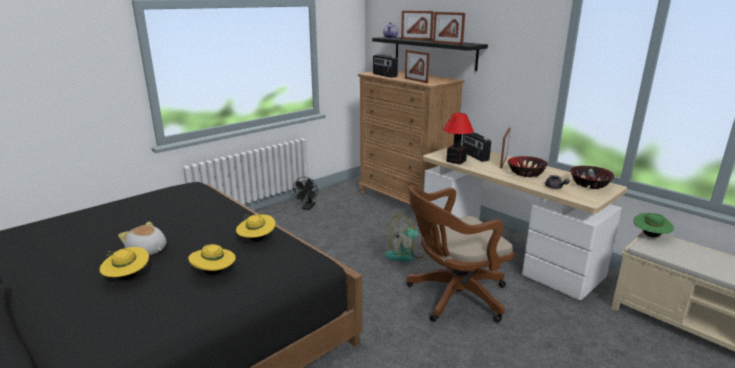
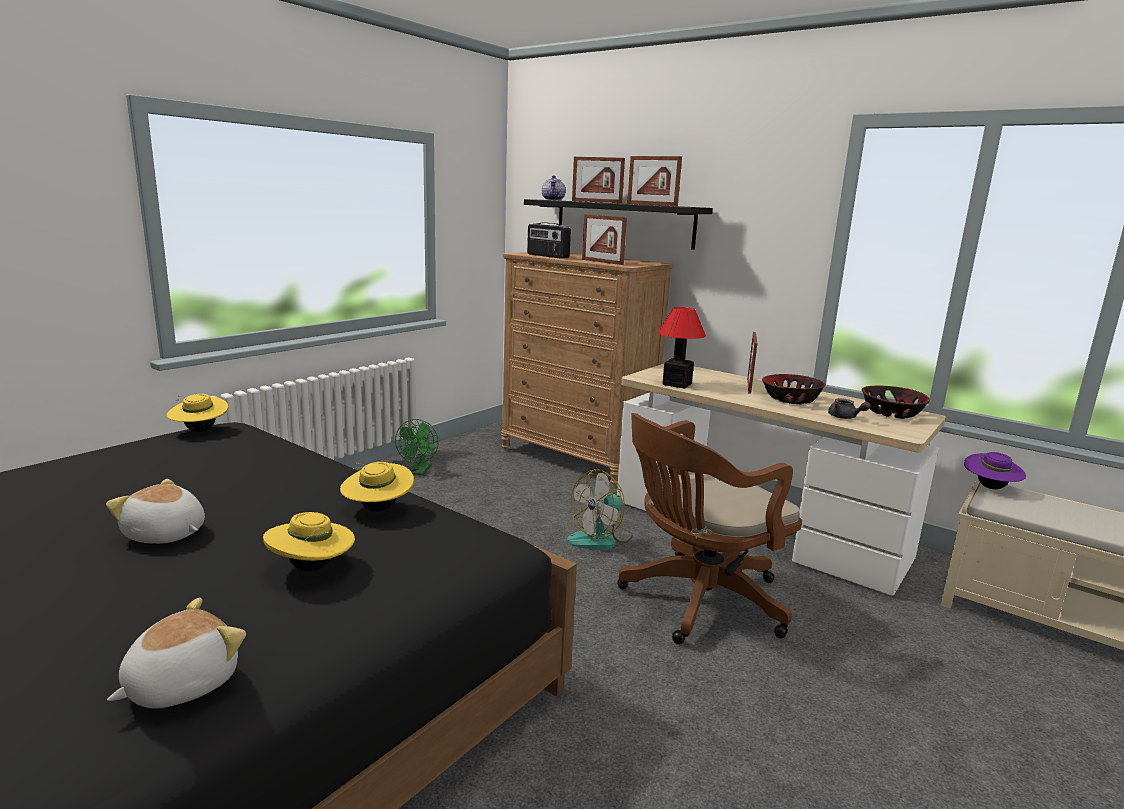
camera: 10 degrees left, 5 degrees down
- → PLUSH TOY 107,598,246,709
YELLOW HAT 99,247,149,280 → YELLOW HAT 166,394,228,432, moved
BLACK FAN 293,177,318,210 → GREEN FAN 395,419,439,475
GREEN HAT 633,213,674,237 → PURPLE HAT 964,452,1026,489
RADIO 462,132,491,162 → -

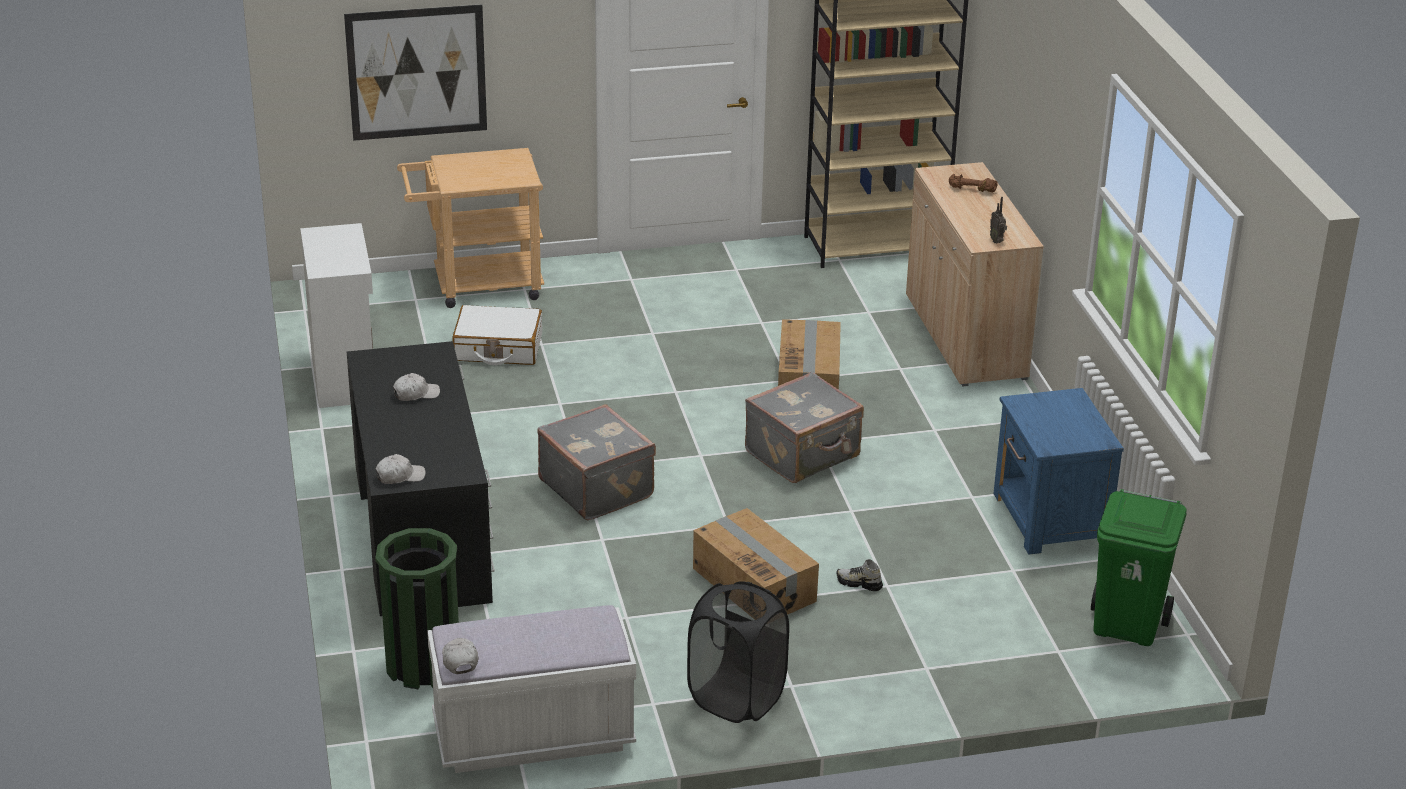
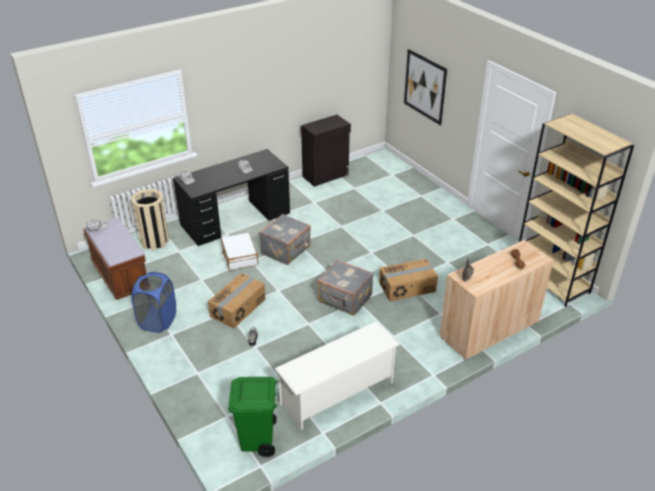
camera: 70 degrees right, 5 degrees up
WHITE BENCH 427,605,636,773 → BROWN BENCH 83,218,147,300
GREEN TRASH CAN 375,528,459,689 → BEIGE TRASH CAN 131,189,169,250
BLACK LAUNDRY BASKET 687,581,789,723 → BLUE LAUNDRY BASKET 132,272,176,333
WHITE SUITCASE 452,305,542,365 → WHITE SUITCASE 221,232,258,270, moved
BLUE NIGHTSTAND 993,388,1124,555 → WHITE SHOE RACK 275,321,400,430
WHITE CABINET 300,223,373,408 → BLACK CABINET 301,115,351,187
BEIGE CART 397,148,544,308 → -

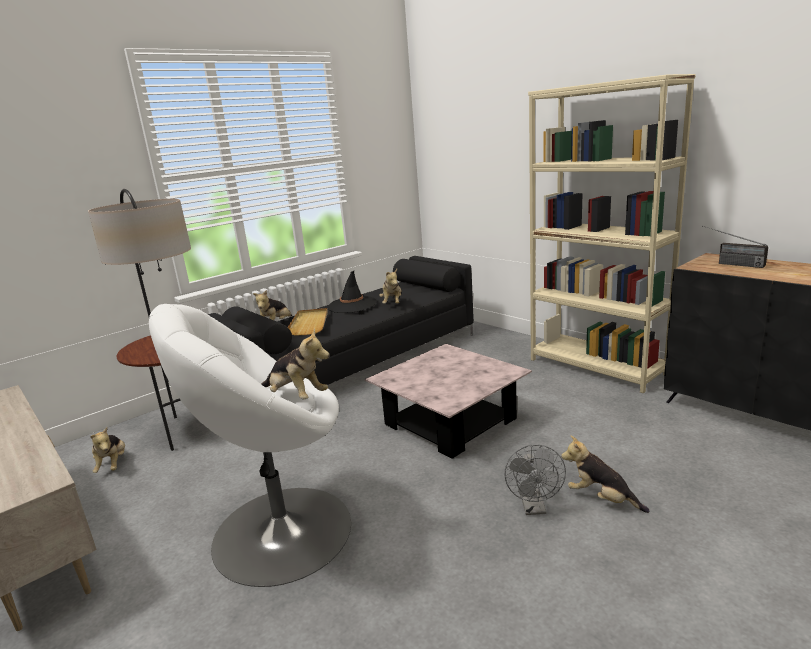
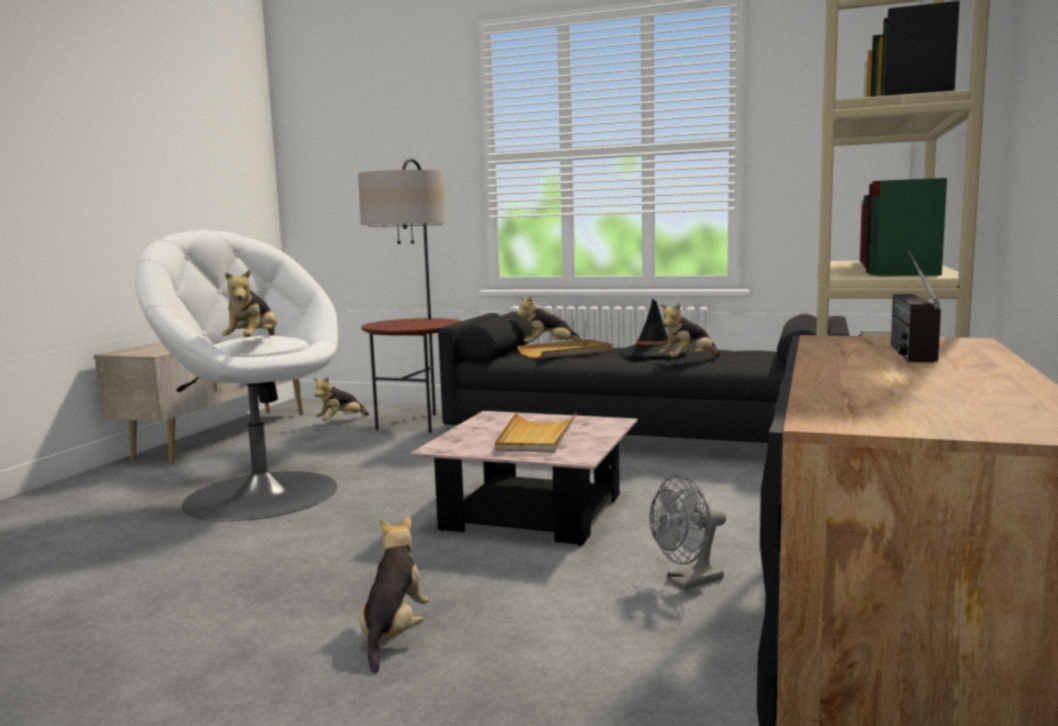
camera: 60 degrees right, 10 degrees down
- → BEIGE TRAY 495,412,576,453
GREY FAN 505,444,566,515 → GREY FAN 649,475,726,590, moved

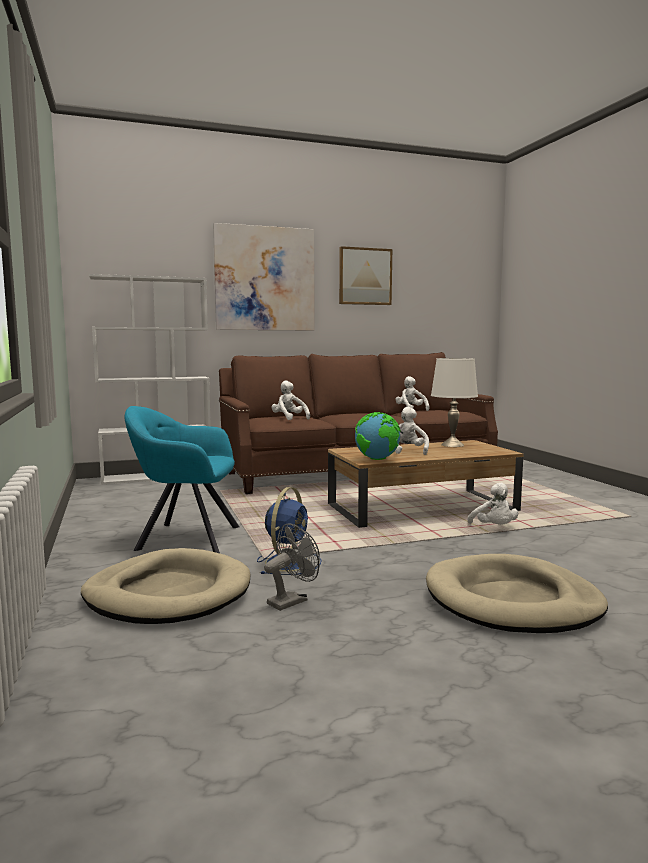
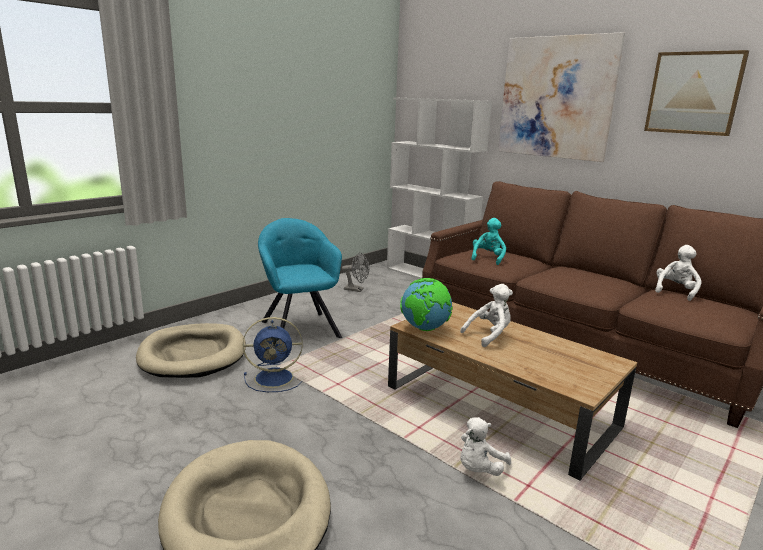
camera: 60 degrees right, 10 degrees up
GREY FAN 264,523,320,611 → GREY FAN 342,252,369,292, moved
WHITE PLUSH TOY 272,380,310,420 → TURQUOISE PLUSH TOY 471,218,506,265
WHITE TABLE LAMP 431,358,478,447 → -

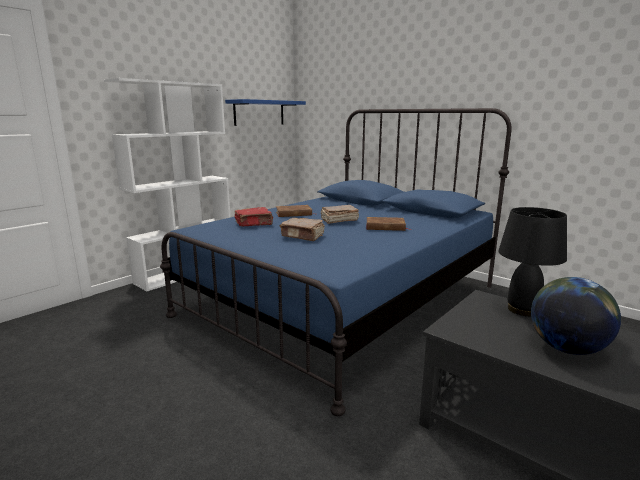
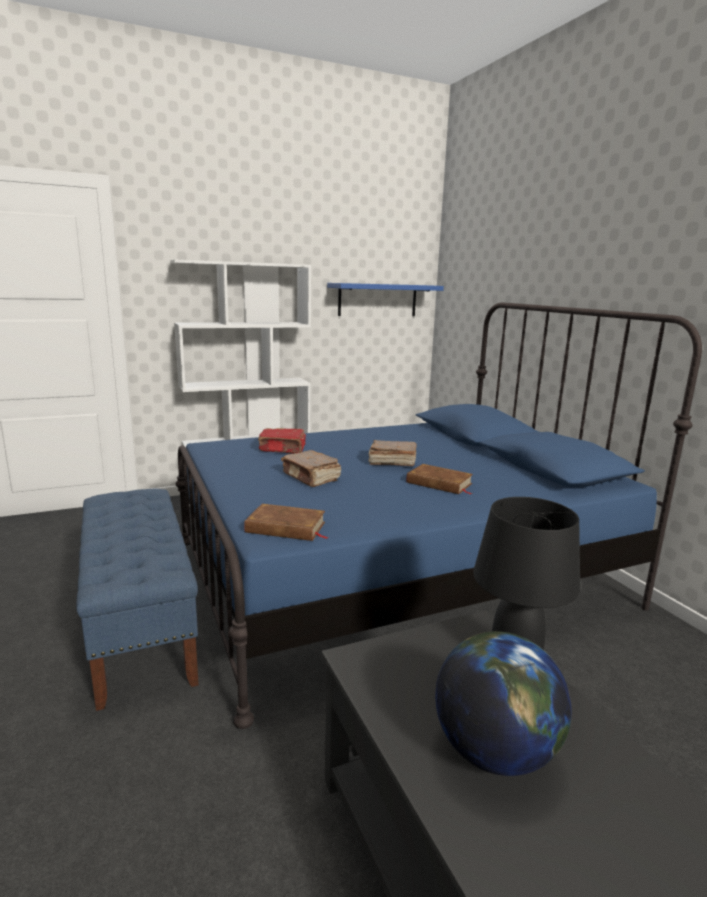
camera: 25 degrees right, 0 degrees up
- → BLUE BENCH 76,489,199,711
BROWN BOOK 276,205,313,217 → BROWN BOOK 244,504,329,541, moved

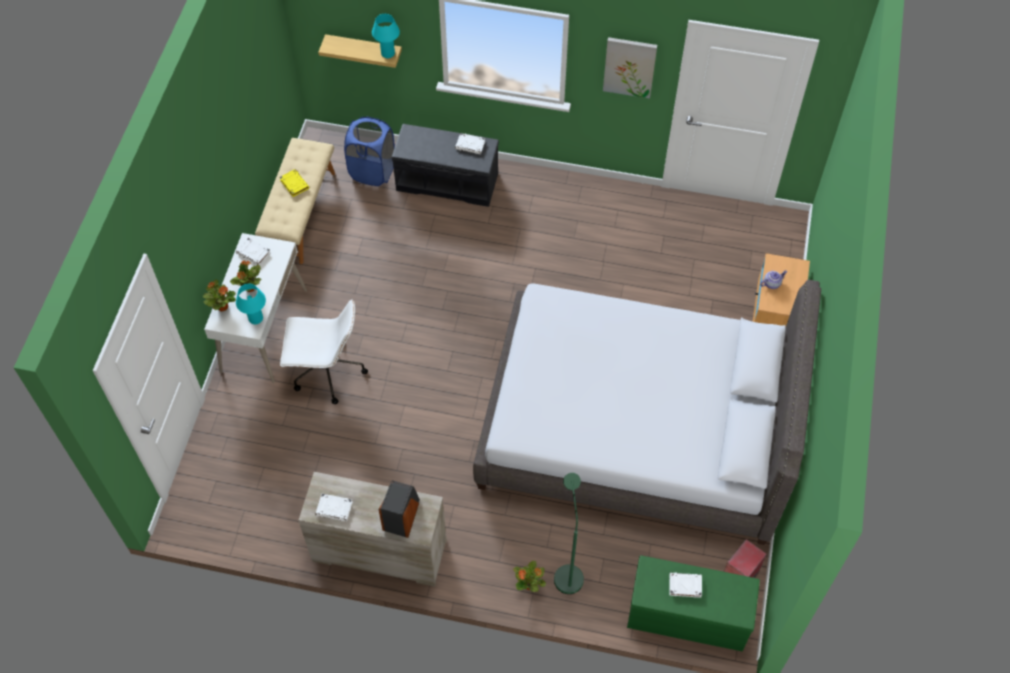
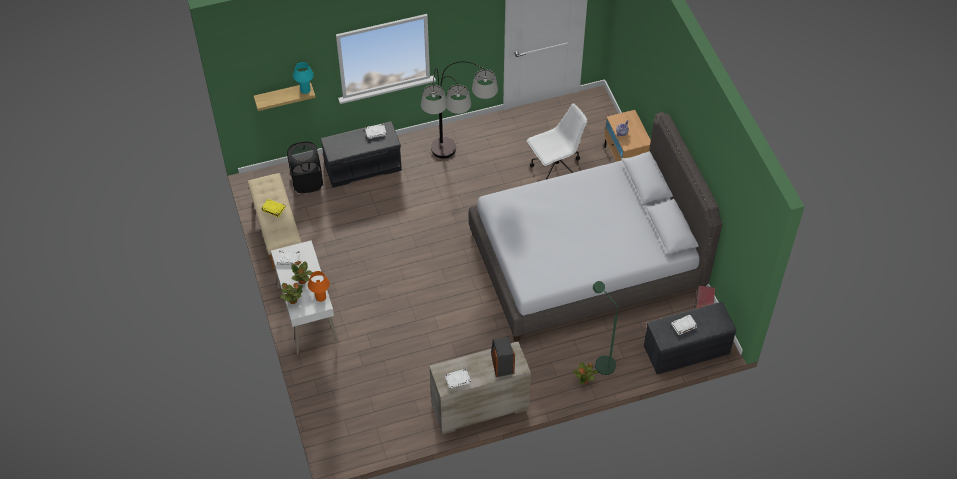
camera: 30 degrees left, 5 degrees down
BLUE LAUNDRY BASKET 344,116,395,186 → BLACK LAUNDRY BASKET 287,141,323,194
TURQUOISE TABLE LAMP 236,284,266,324 → ORANGE TABLE LAMP 308,271,330,302
- → FLOOR LAMP 421,61,498,158
WHITE OFFICE CHAIR 280,299,368,404 → WHITE OFFICE CHAIR 527,103,588,180, moved
GREEN BENCH 627,555,760,651 → GREY BENCH 644,302,736,375
PICTURE 603,37,657,99 → -

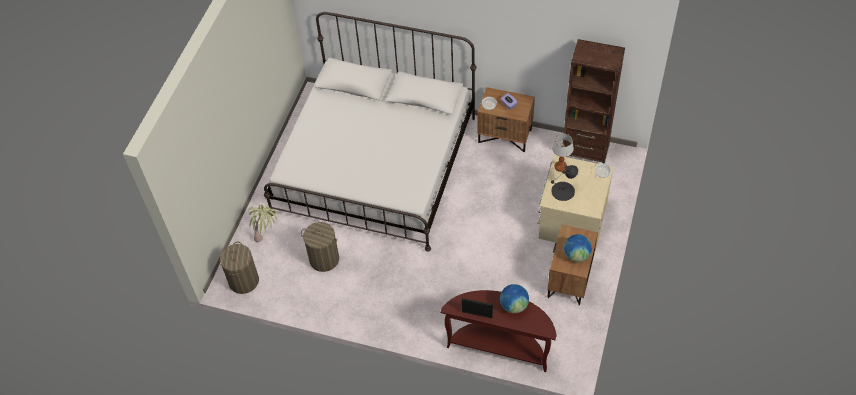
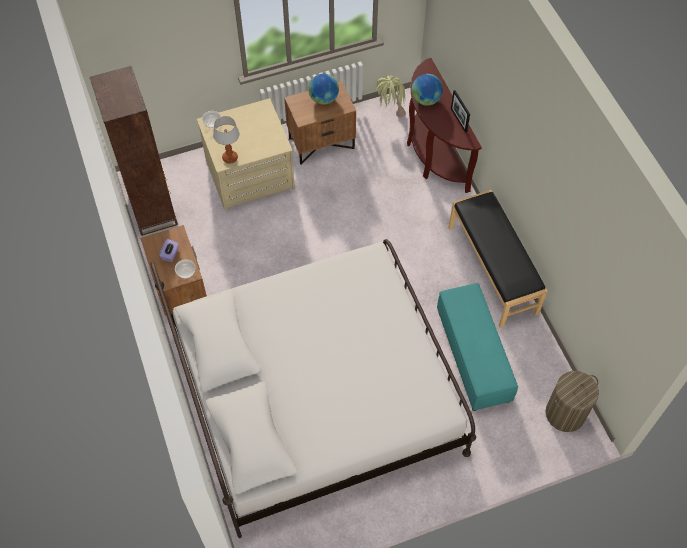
camera: 130 degrees left, 5 degrees up
POTTED PLANT 248,205,278,242 → POTTED PLANT 376,75,406,117, moved
LAUNDRY BASKET 301,222,339,272 → TURQUOISE OTTOMAN 437,283,518,411
- → BLACK BENCH 448,190,547,328
BLACK TABLE LAMP 551,165,578,201 → -

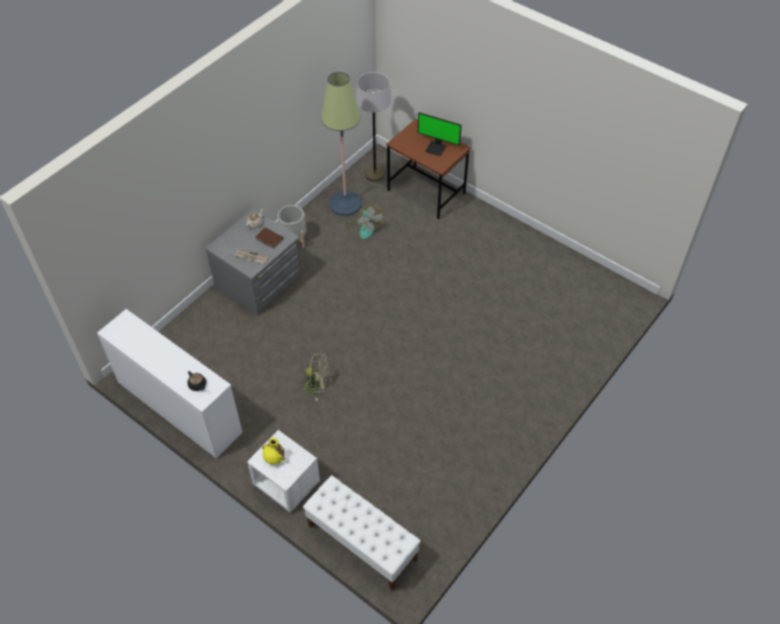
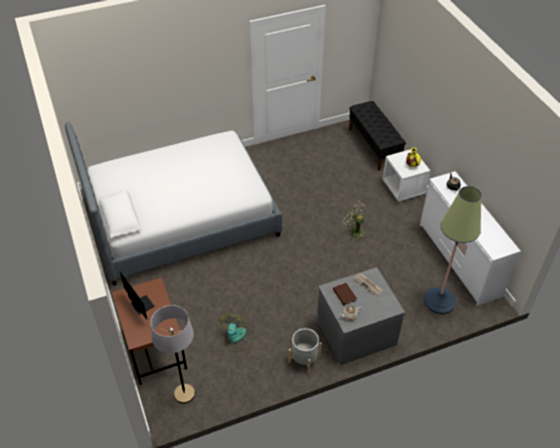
camera: 150 degrees left, 5 degrees down
- → BED 65,122,282,286
WHITE BENCH 303,475,421,591 → BLACK BENCH 349,101,406,171
FLOOR LAMP 321,72,362,216 → FLOOR LAMP 424,186,481,314, moved

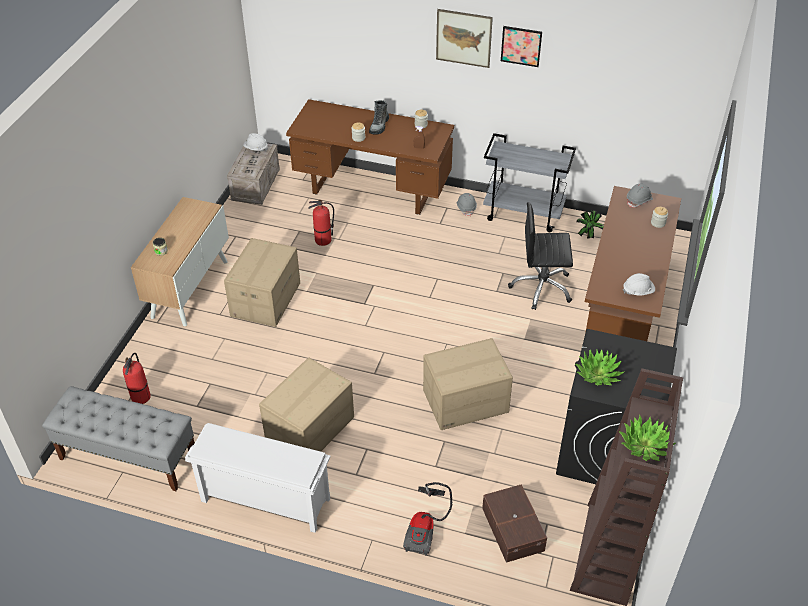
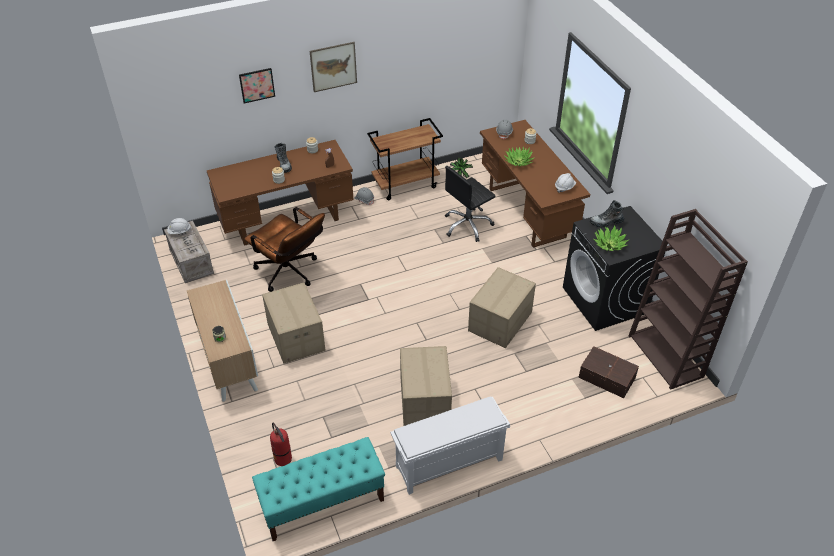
camera: 40 degrees left, 0 degrees up
PICTURE 501,26,542,67 → PICTURE 239,68,275,104, moved
FIRE EXTINGUISHER 308,200,334,246 → BROWN OFFICE CHAIR 244,207,325,292
GREY BENCH 42,386,195,491 → TURQUOISE BENCH 252,437,385,541
GREY CART 483,133,576,232 → BROWN CART 367,118,443,200
POTTED PLANT 619,415,676,461 → POTTED PLANT 505,147,535,166, moved
- → BOOT 590,200,625,227
VACUUM CLEANER 403,482,452,556 → -

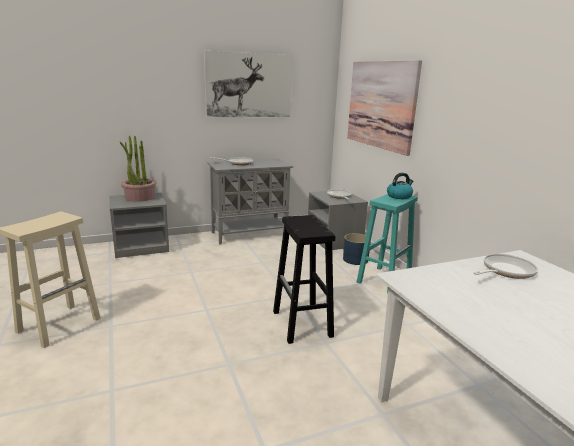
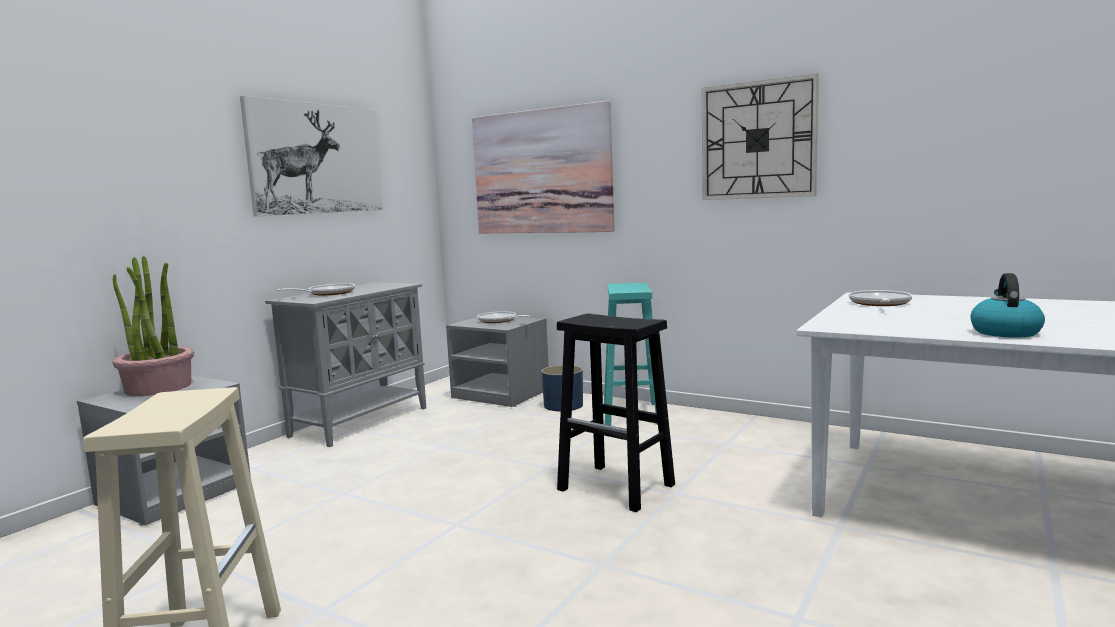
camera: 35 degrees left, 10 degrees down
- → WALL CLOCK 702,73,819,200
KETTLE 387,173,413,199 → KETTLE 971,273,1045,338, moved

